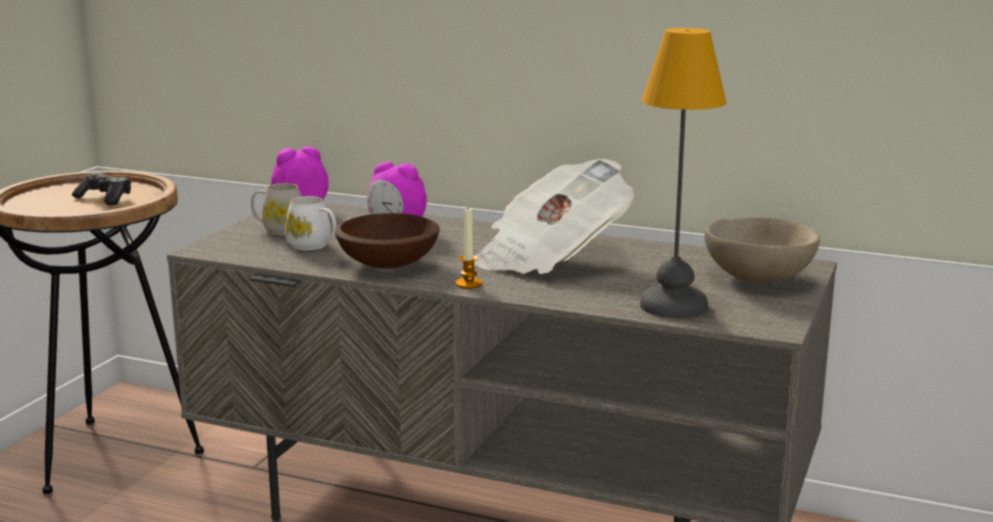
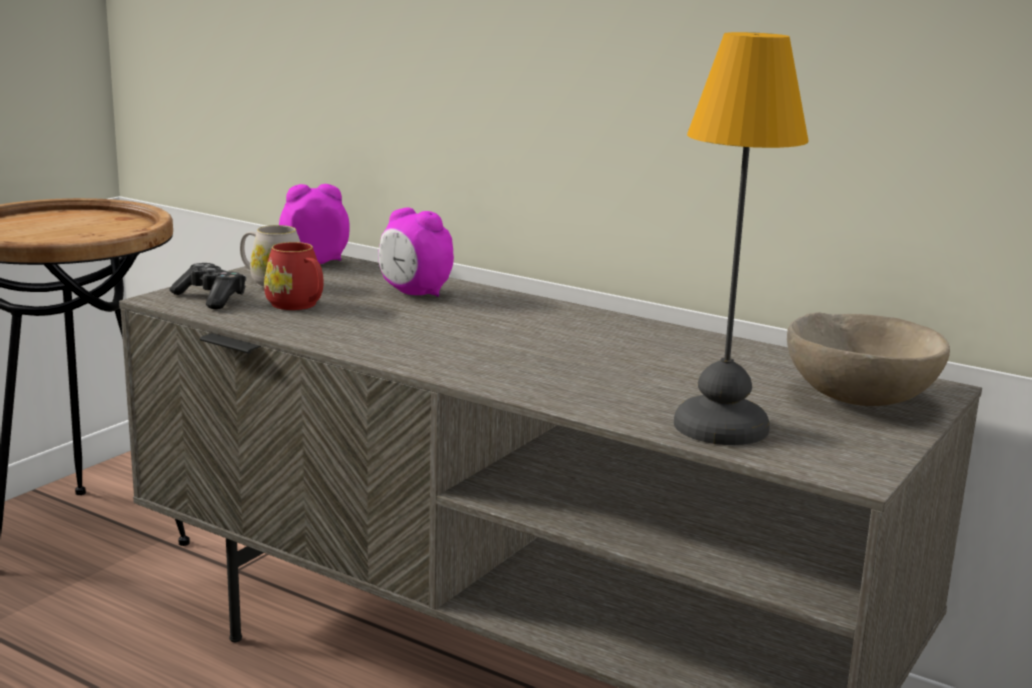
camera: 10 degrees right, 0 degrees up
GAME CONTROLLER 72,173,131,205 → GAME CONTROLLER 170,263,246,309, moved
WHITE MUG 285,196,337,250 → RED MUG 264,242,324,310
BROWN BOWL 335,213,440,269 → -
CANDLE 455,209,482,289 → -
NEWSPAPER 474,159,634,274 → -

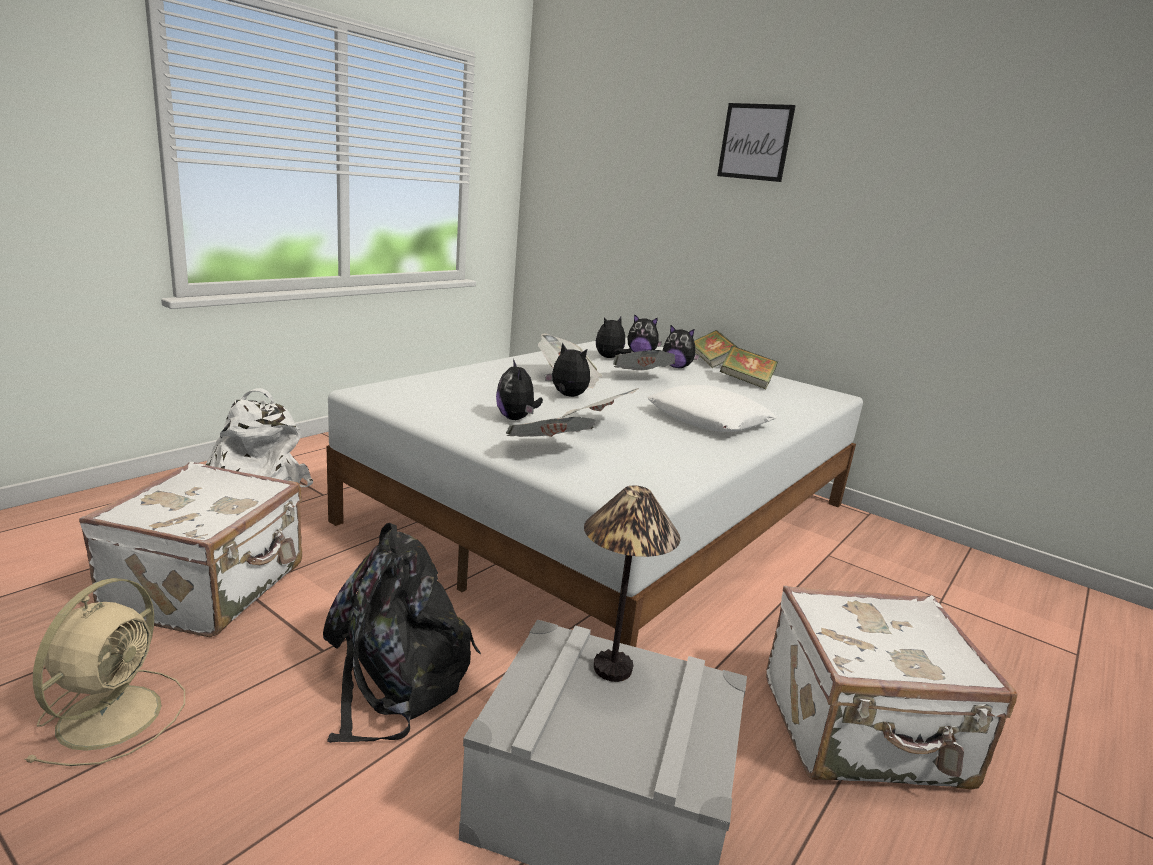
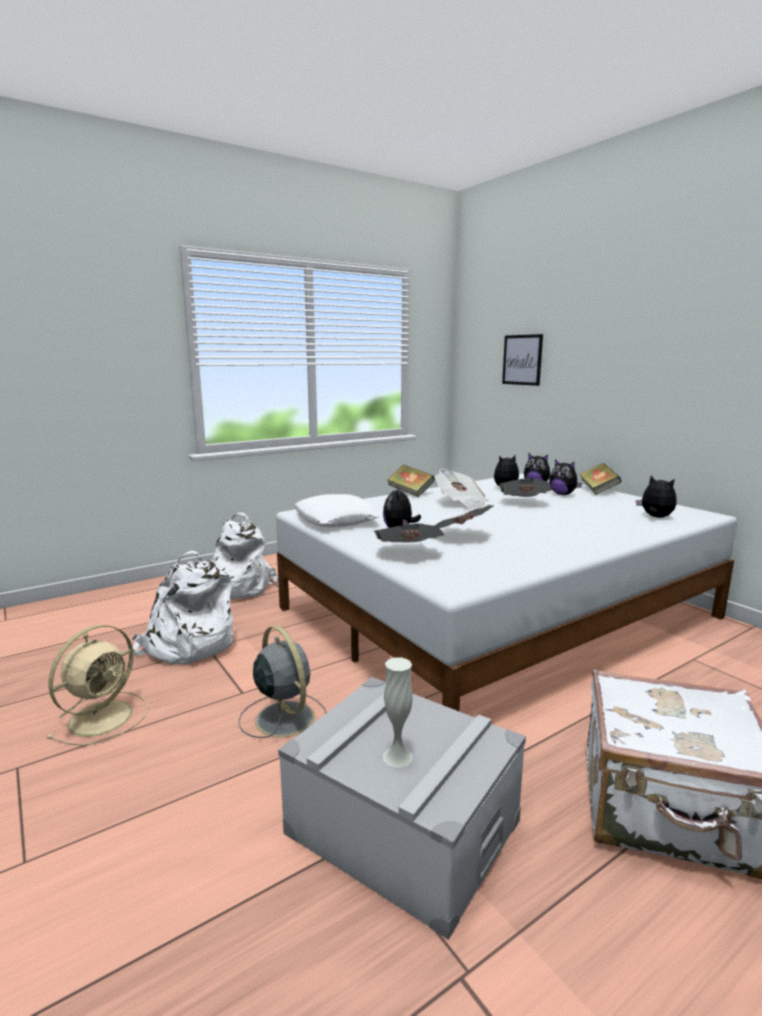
camera: 20 degrees right, 5 degrees down
WHITE SUITCASE 79,462,302,637 → WHITE BACKPACK 132,550,234,665
BLACK BACKPACK 323,523,481,743 → GREY FAN 238,626,327,738
WHITE PILLOW 647,385,777,432 → WHITE PILLOW 295,494,380,527, moved
- → WHITE VASE 383,657,413,768
BOOK 720,346,778,389 → BOOK 387,465,435,497, moved
PICTURE 717,103,796,182 → PICTURE 502,334,543,386, moved
PLUSH TOY 545,343,590,397 → PLUSH TOY 636,476,677,517, moved
TABLE LAMP 584,486,681,682 → -

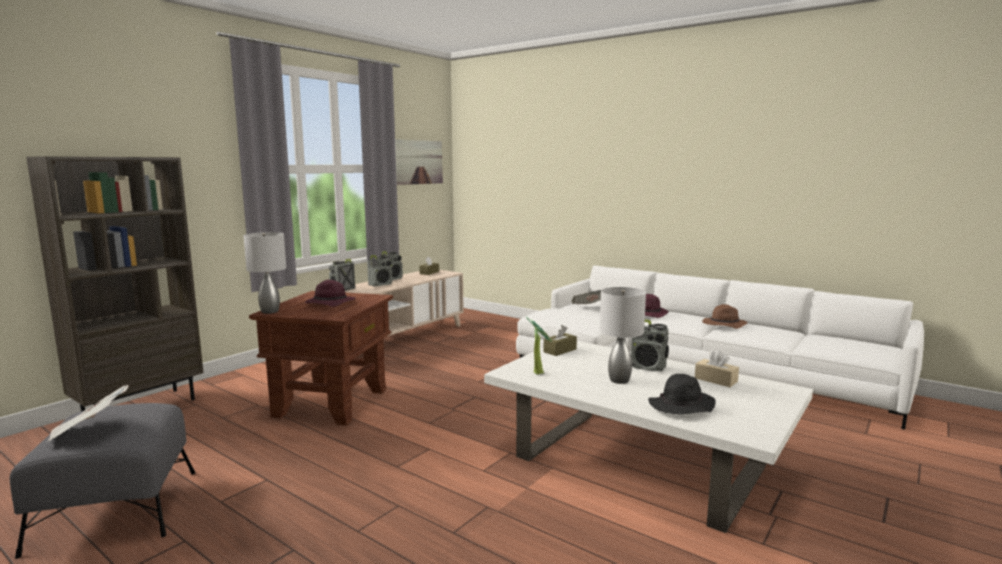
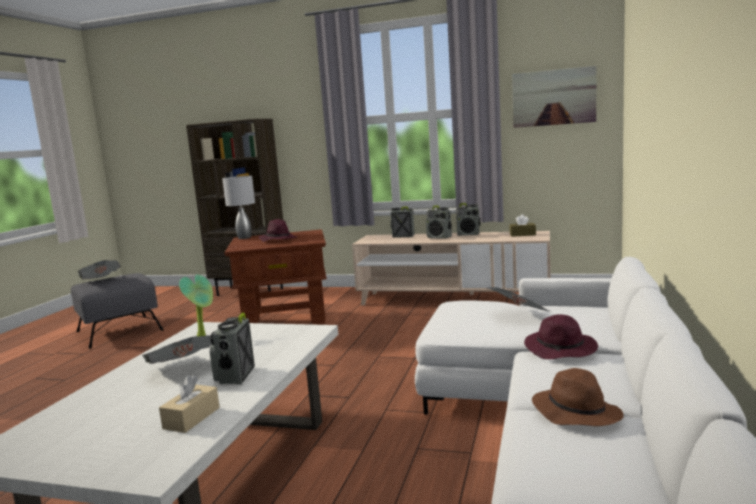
camera: 70 degrees right, 0 degrees up
GREY TABLE LAMP 600,287,646,384 → NEWSPAPER 142,335,212,364
BROWN TISSUE BOX 544,325,577,356 → -
BLACK HAT 648,374,716,414 → -

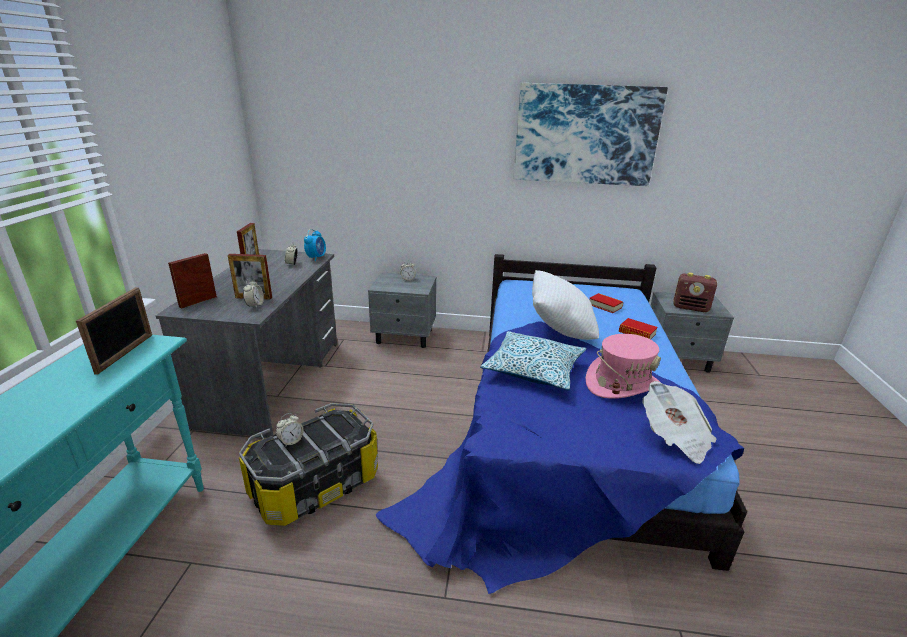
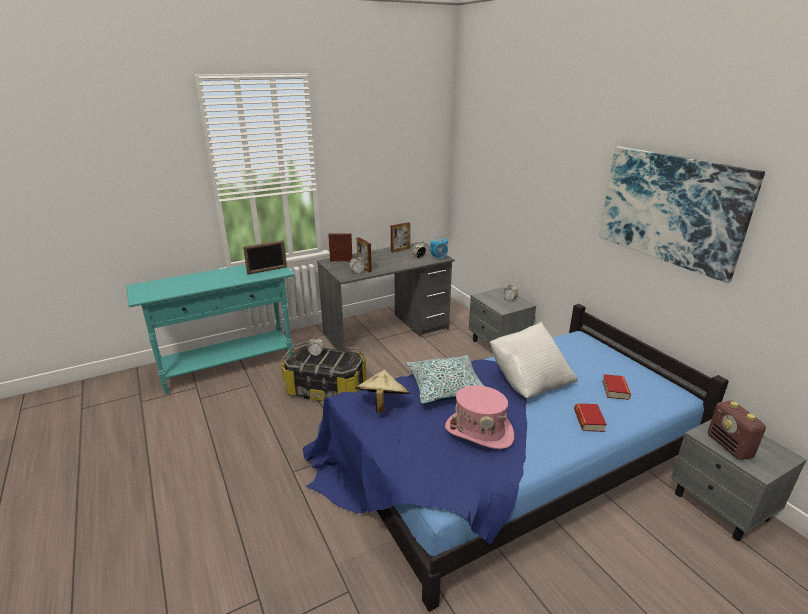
camera: 55 degrees right, 0 degrees up
- → BEIGE HAT 355,370,410,413
NEWSPAPER 642,381,717,464 → -

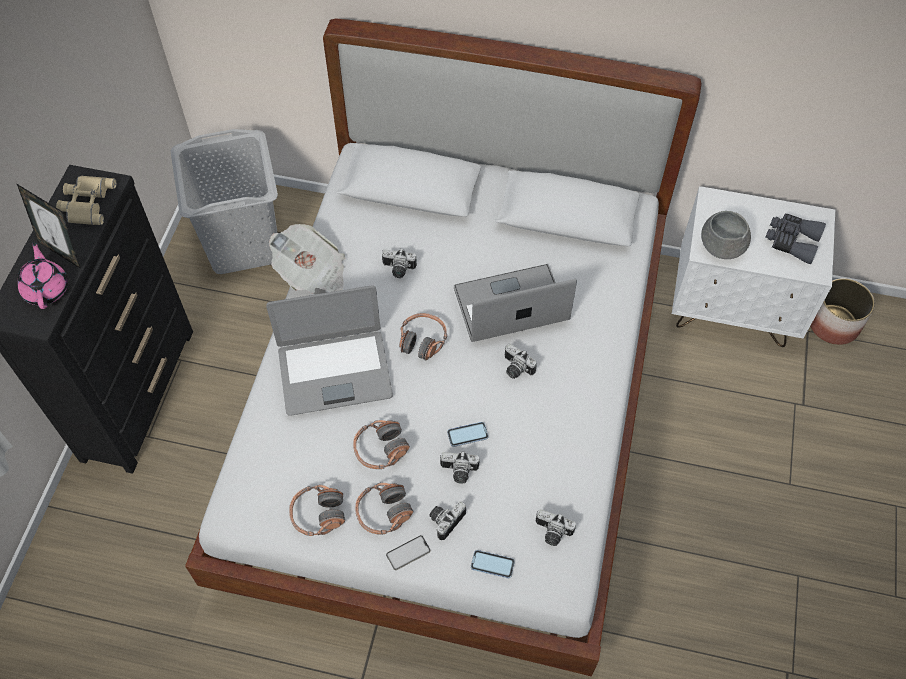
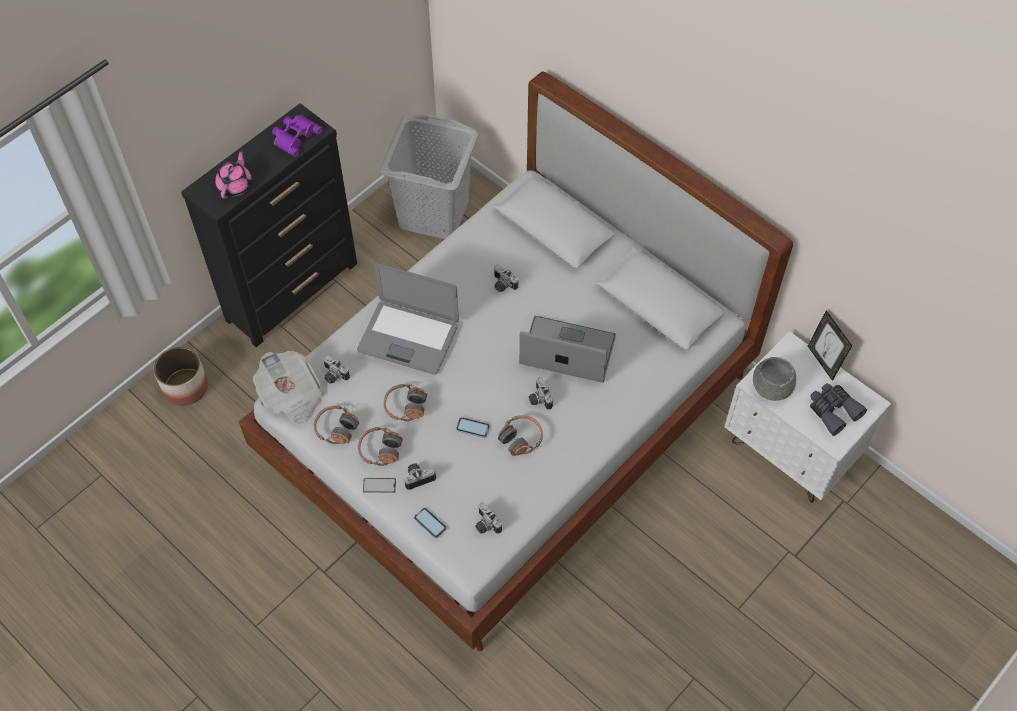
camera: 30 degrees right, 0 degrees up
PLANTER 810,278,875,345 → PLANTER 154,347,208,406, moved
NEWSPAPER 269,224,345,294 → NEWSPAPER 253,351,324,424, moved
BEIGE BINOCULARS 56,176,117,225 → PURPLE BINOCULARS 272,115,322,157
PHOTO CAMERA 440,451,479,483 → PHOTO CAMERA 323,355,350,384, moved
HEADPHONES 399,313,447,361 → HEADPHONES 498,415,543,456, moved
PICTURE FRAME 17,184,81,269 → PICTURE FRAME 808,311,852,381, moved

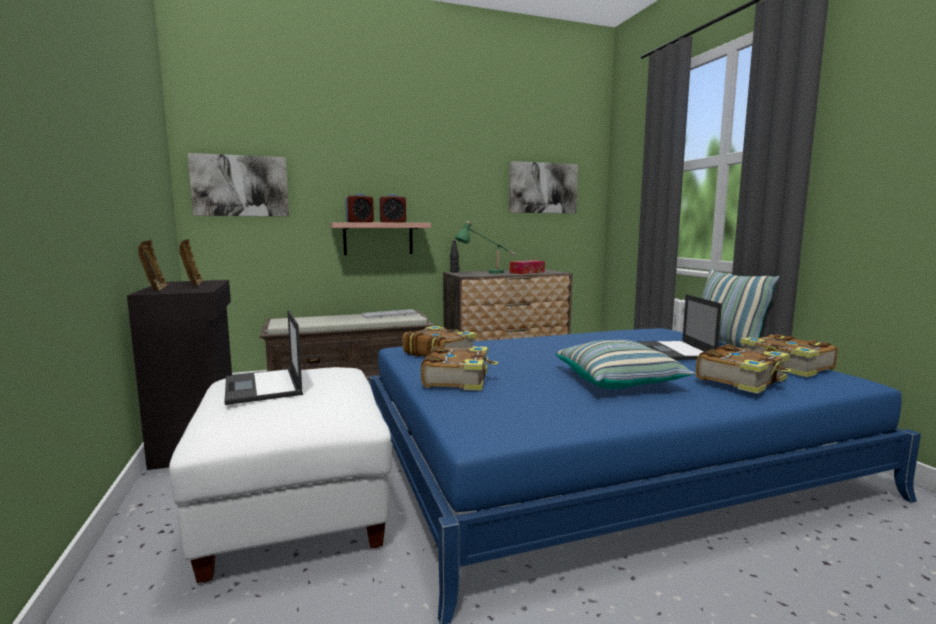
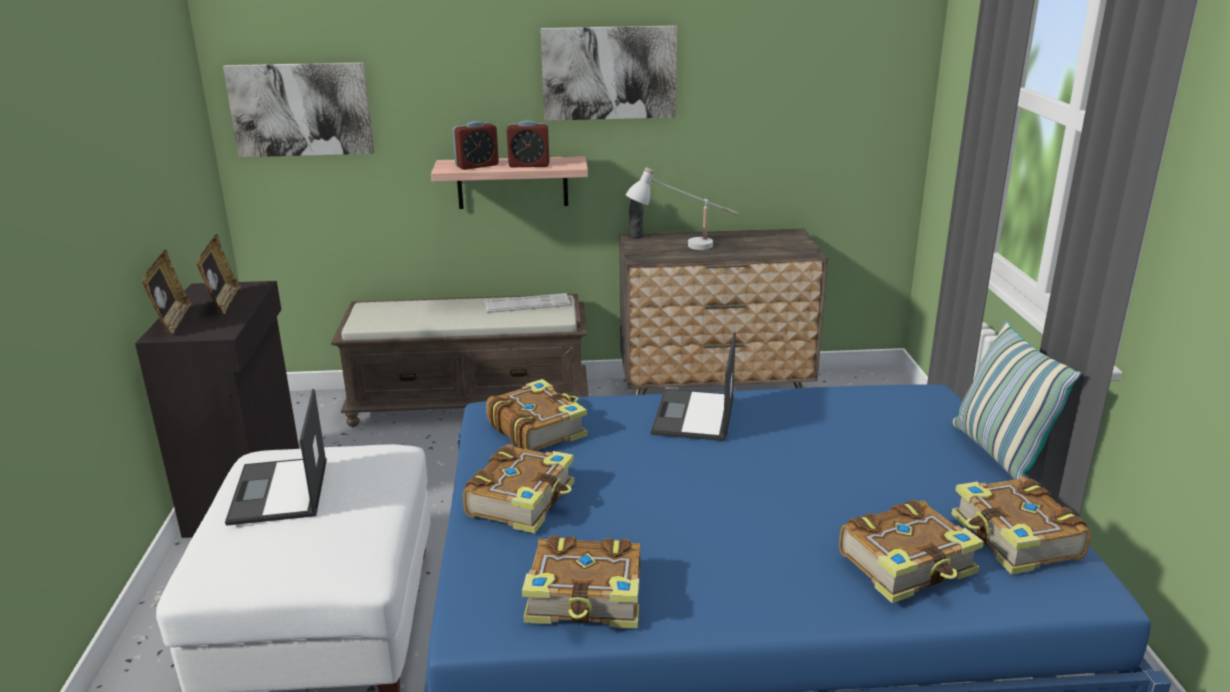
camera: 15 degrees right, 15 degrees up
- → BOOK 522,536,640,629
PICTURE 509,161,578,213 → PICTURE 541,25,677,121, moved
GREEN TABLE LAMP 455,221,516,274 → WHITE TABLE LAMP 626,167,739,250
LAPTOP 637,294,722,360 → LAPTOP 651,332,736,441, moved
TISSUE BOX 510,260,545,274 → -
PILLOW 555,340,696,389 → -

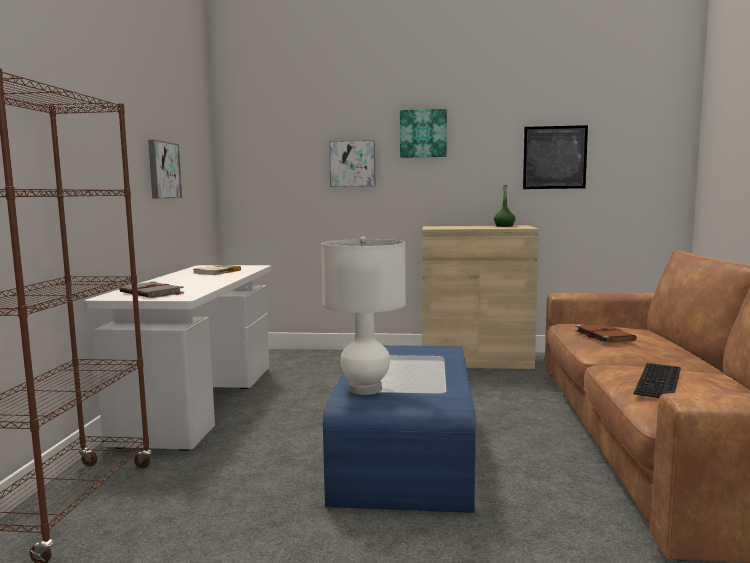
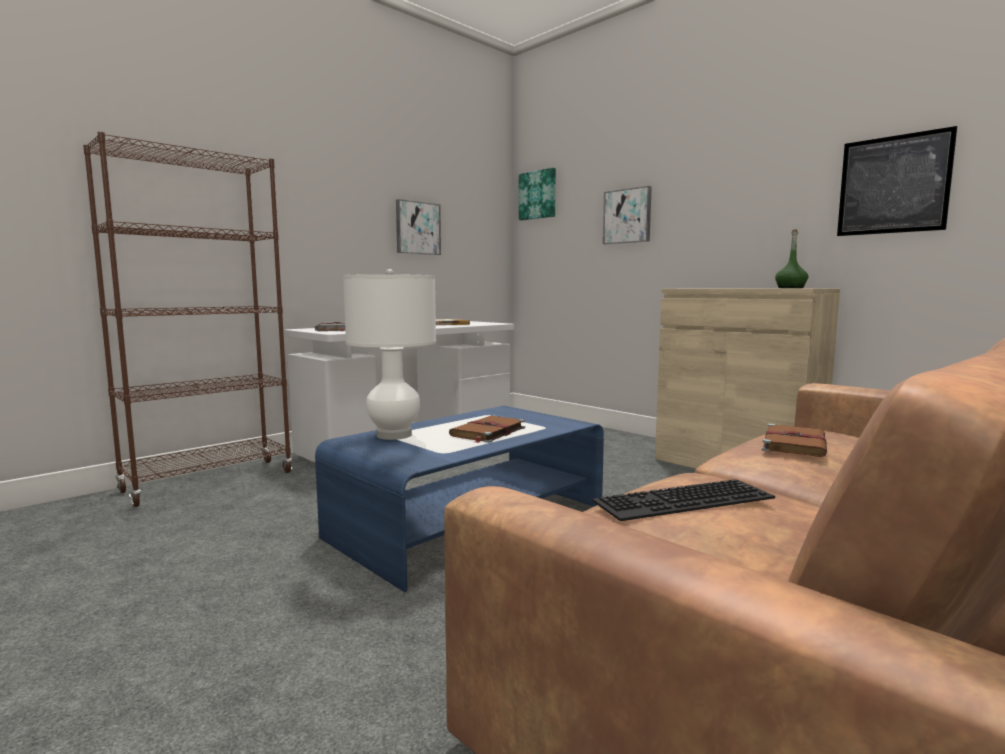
camera: 40 degrees right, 0 degrees up
- → BROWN BOOK 449,415,525,443
PICTURE 400,109,447,158 → PICTURE 519,168,556,221, moved

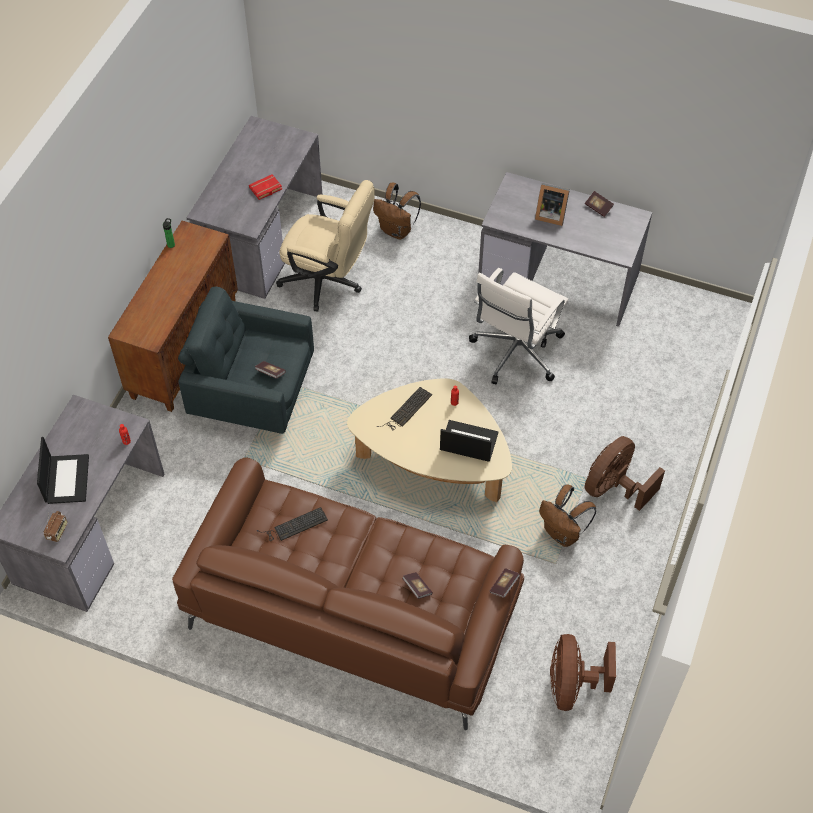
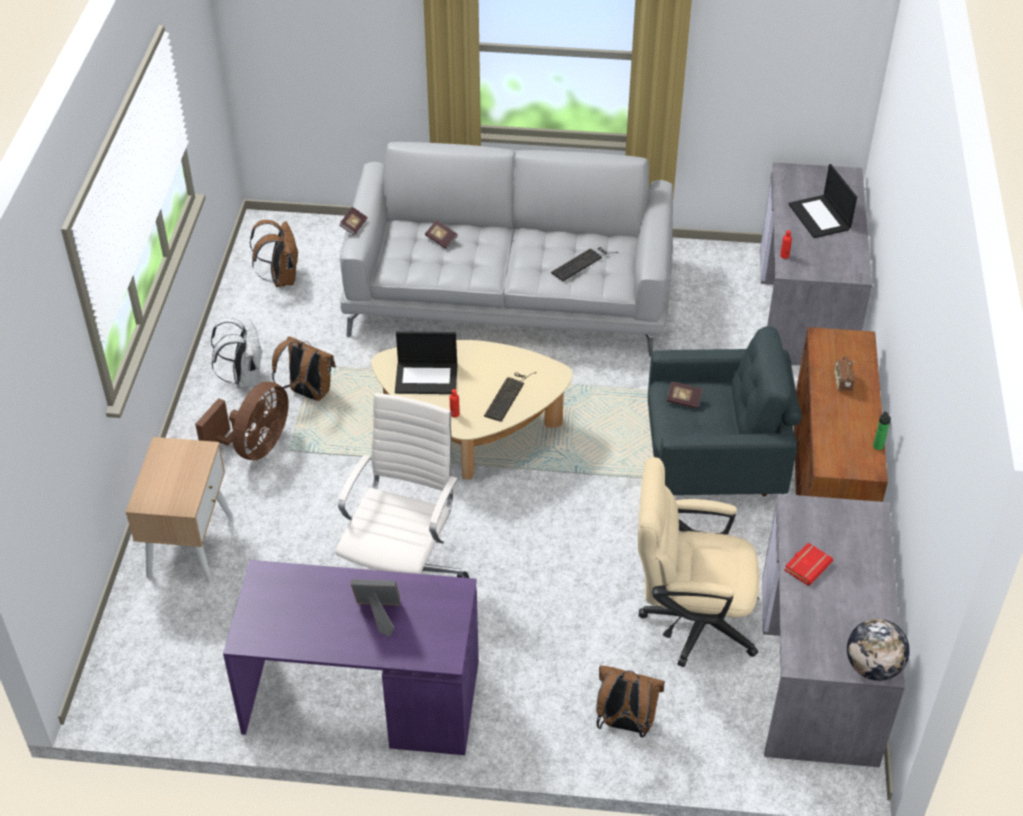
camera: 165 degrees right, 10 degrees down
- → BEIGE NIGHTSTAND 126,437,232,583
- → WHITE BACKPACK 211,318,263,389
GREY DESK 478,172,652,327 → PURPLE DESK 223,560,479,755
BROWN FAN 550,634,616,711 → BROWN BACKPACK 250,220,299,287
BROWN SOFA 172,457,524,730 → GREY SOFA 340,142,673,357
RADIO 44,511,68,542 → RADIO 835,356,855,390, moved
- → GLOBE 847,619,910,681
BOOK 585,191,614,217 → -

